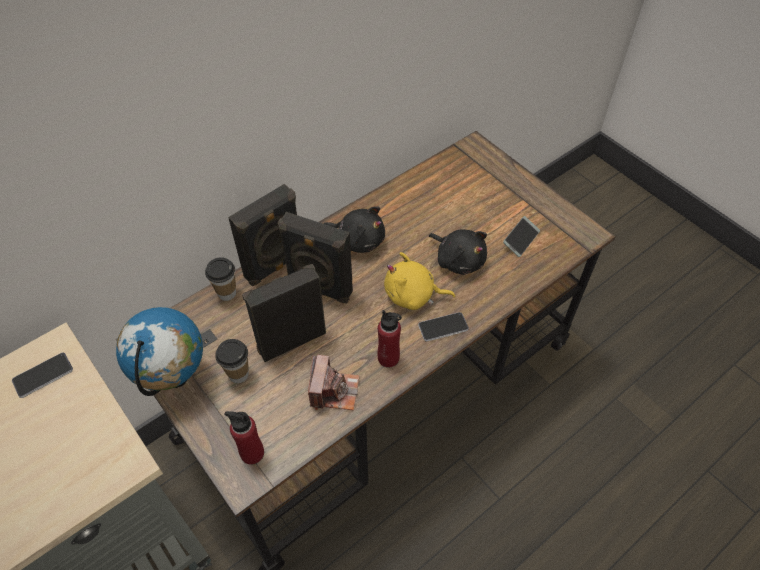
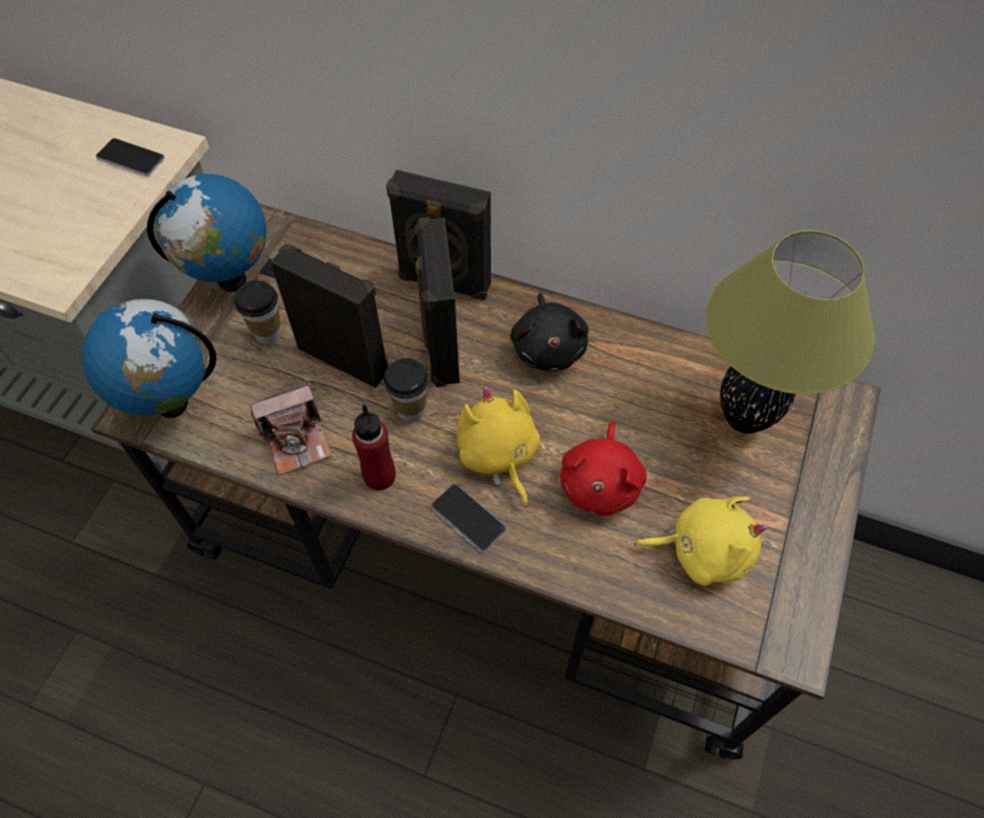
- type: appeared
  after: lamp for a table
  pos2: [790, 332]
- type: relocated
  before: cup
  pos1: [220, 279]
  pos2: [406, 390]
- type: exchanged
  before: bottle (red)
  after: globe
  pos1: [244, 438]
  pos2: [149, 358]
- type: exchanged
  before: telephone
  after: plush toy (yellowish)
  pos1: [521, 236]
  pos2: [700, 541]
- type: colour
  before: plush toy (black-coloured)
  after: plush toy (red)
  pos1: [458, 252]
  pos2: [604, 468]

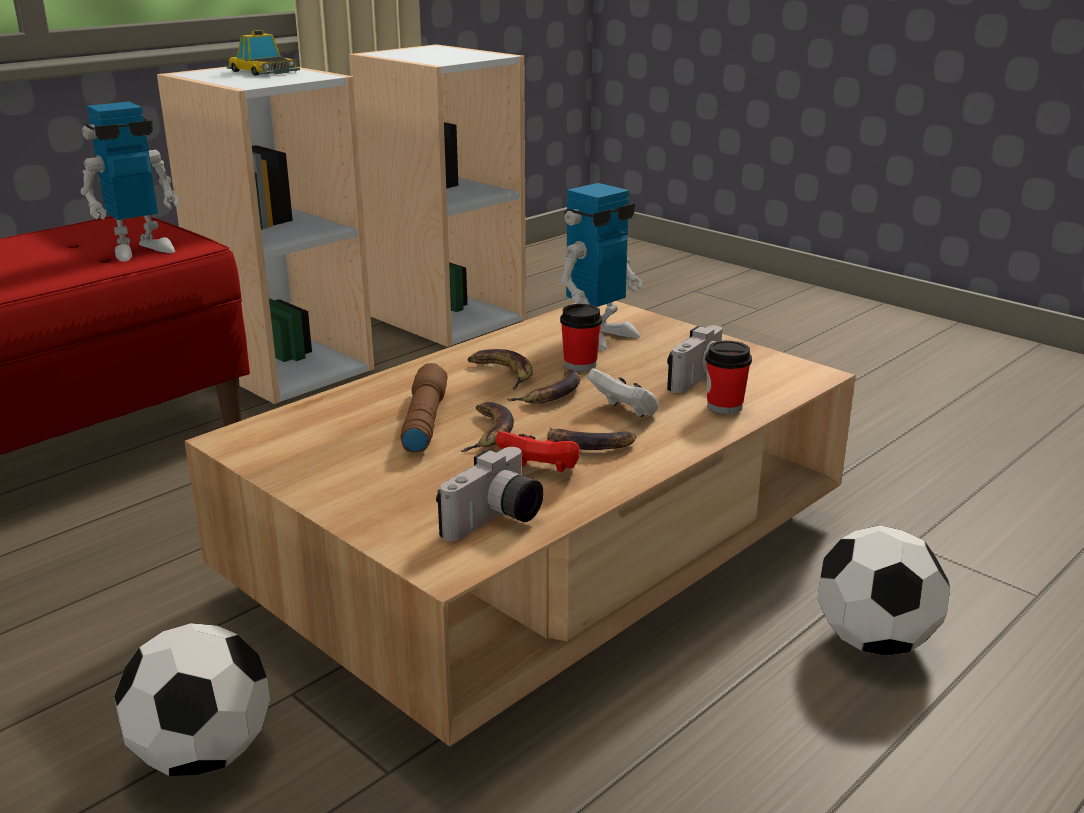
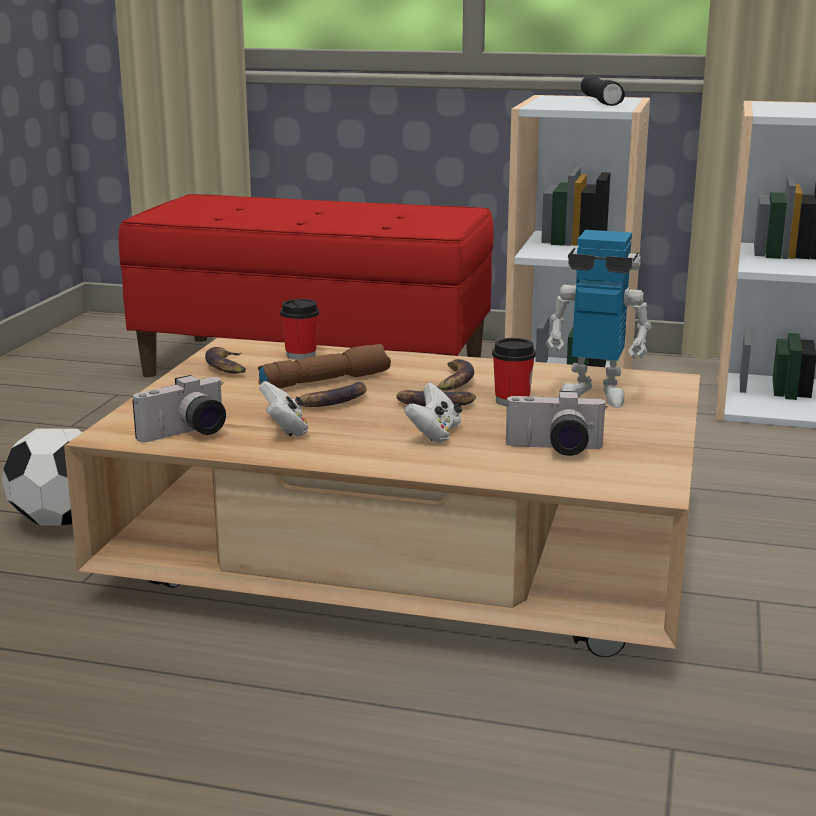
- type: missing
  before: model robot
  pos1: [130, 181]
- type: missing
  before: football ball
  pos1: [884, 590]
- type: relocated
  before: banana fruit
  pos1: [591, 439]
  pos2: [225, 360]
- type: relocated
  before: cup
  pos1: [728, 377]
  pos2: [299, 329]
- type: exchanged
  before: model car
  after: torch (black-coloured)
  pos1: [263, 53]
  pos2: [603, 91]
- type: colour
  before: joypad (red)
  after: joypad (whitish)
  pos1: [538, 451]
  pos2: [283, 408]
- type: spun
  before: still camera
  pos1: [490, 494]
  pos2: [179, 408]
  turn: -45

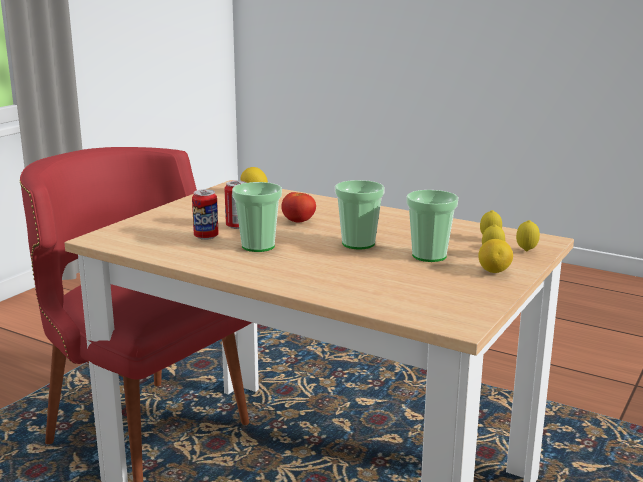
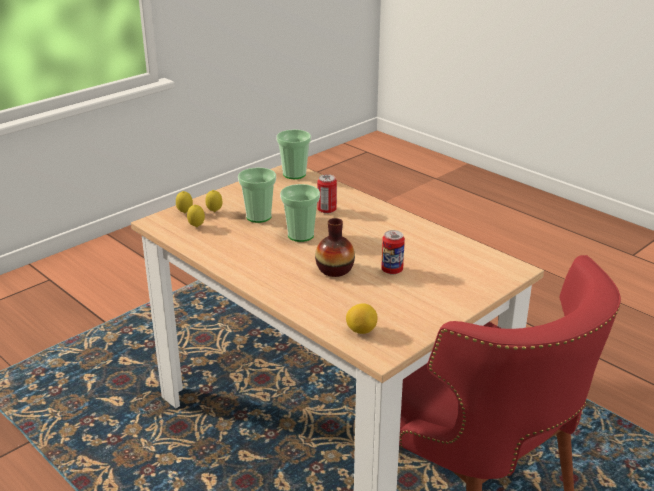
- type: missing
  before: citrus fruit
  pos1: [495, 256]
- type: relocated
  before: sealed can
  pos1: [205, 214]
  pos2: [327, 194]
- type: relocated
  before: cup
  pos1: [257, 217]
  pos2: [293, 154]
- type: exchanged
  before: fresh tomato
  after: flower vase
  pos1: [298, 207]
  pos2: [335, 247]

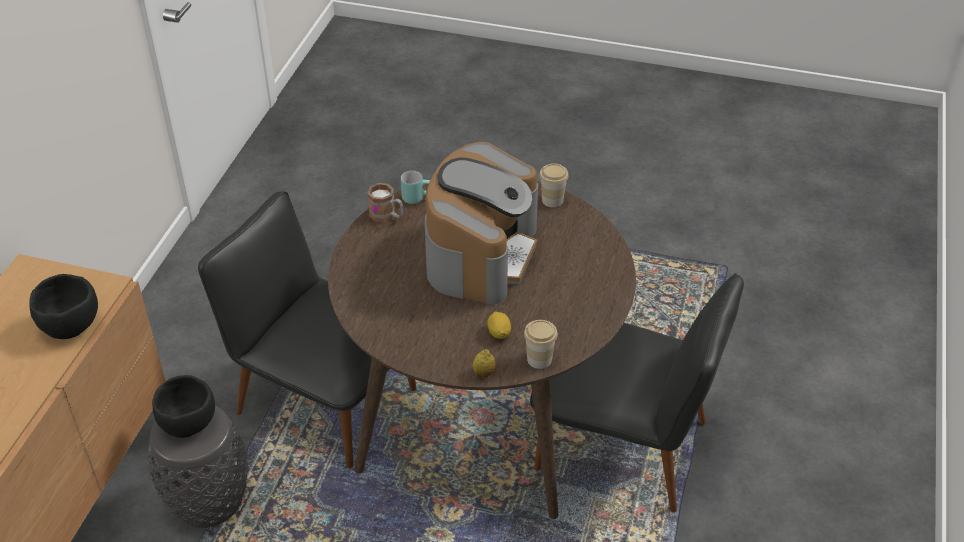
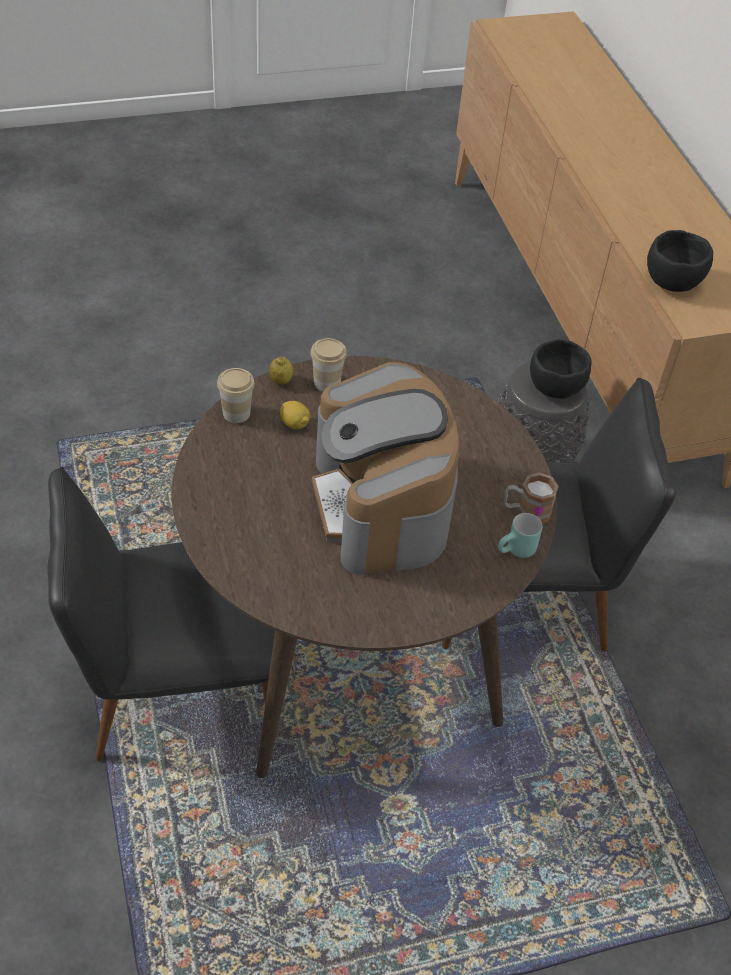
- type: relocated
  before: cup
  pos1: [554, 185]
  pos2: [328, 364]

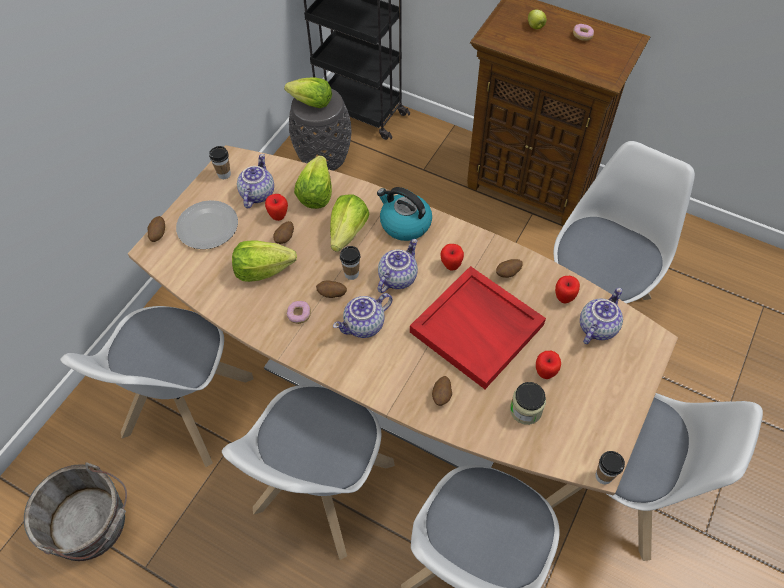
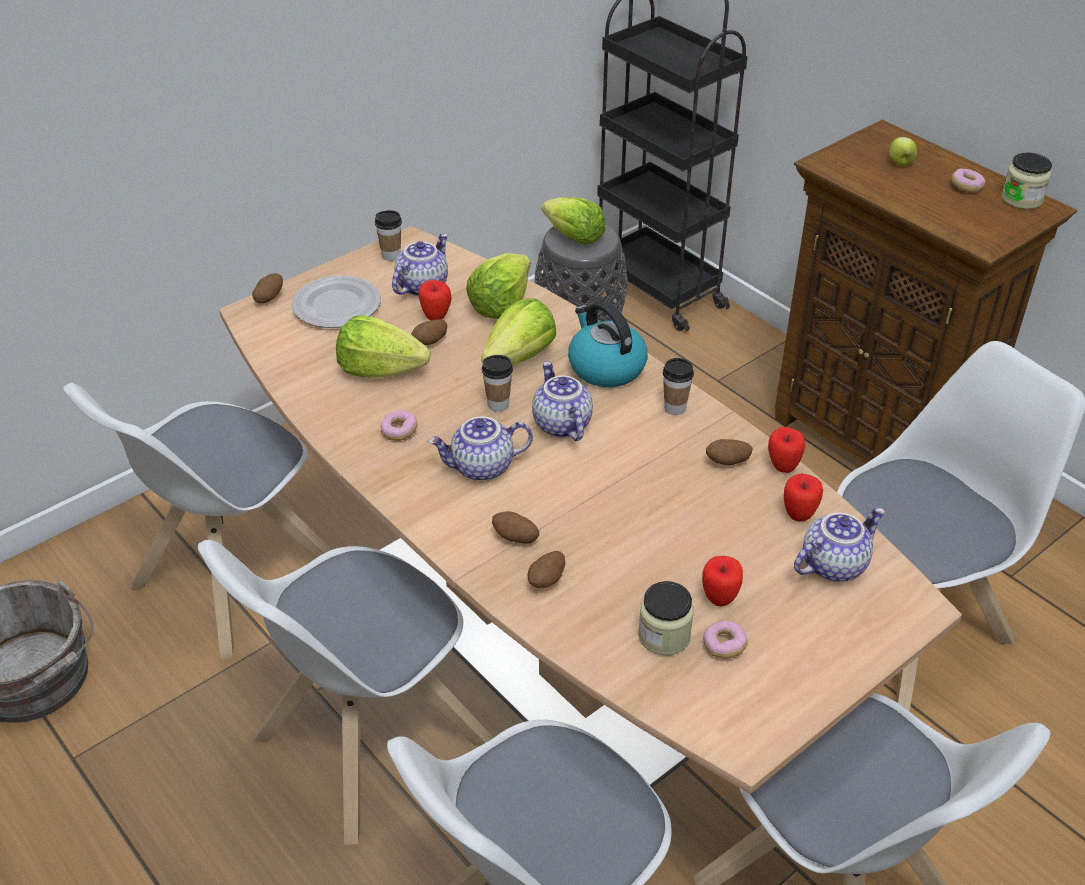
- type: missing
  before: carrying tray (red)
  pos1: [478, 327]
- type: appeared
  after: ring doughnut
  pos2: [725, 640]
- type: appeared
  after: preserve jar
  pos2: [1027, 181]
- type: relocated
  before: spud
  pos1: [331, 289]
  pos2: [515, 527]
- type: relocated
  before: apple fruit
  pos1: [452, 257]
  pos2: [786, 450]
- type: relocated
  before: cup
  pos1: [610, 467]
  pos2: [678, 386]
- type: spun
  before: teapot
  pos1: [398, 266]
  pos2: [562, 401]
  turn: -75

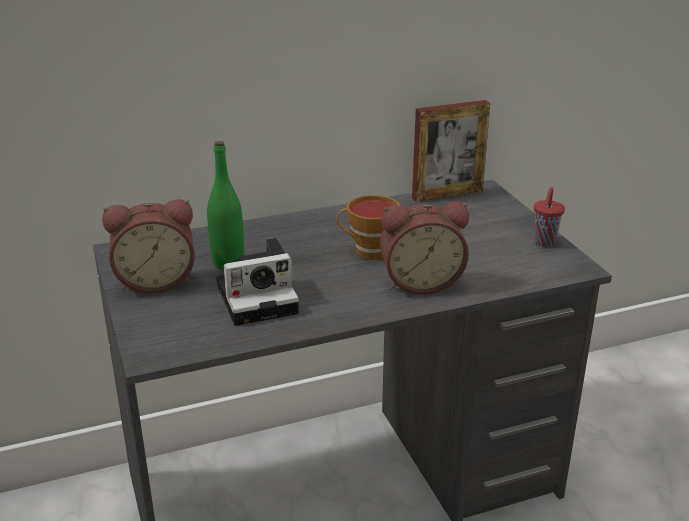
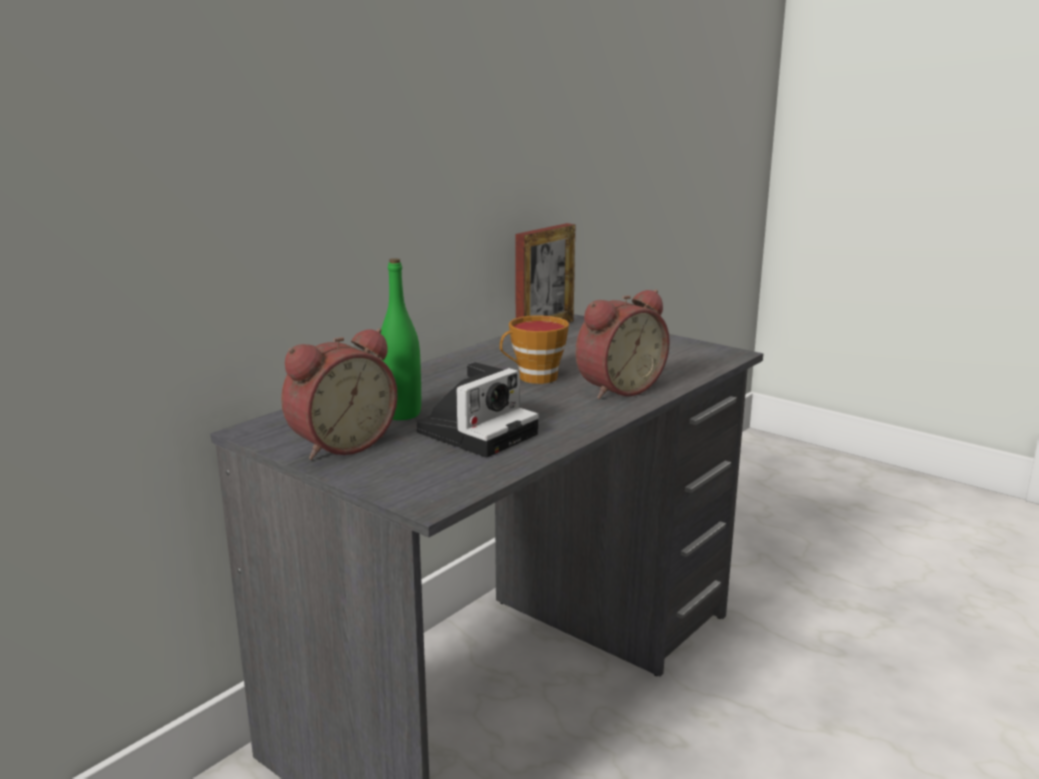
- type: missing
  before: cup (red)
  pos1: [549, 217]

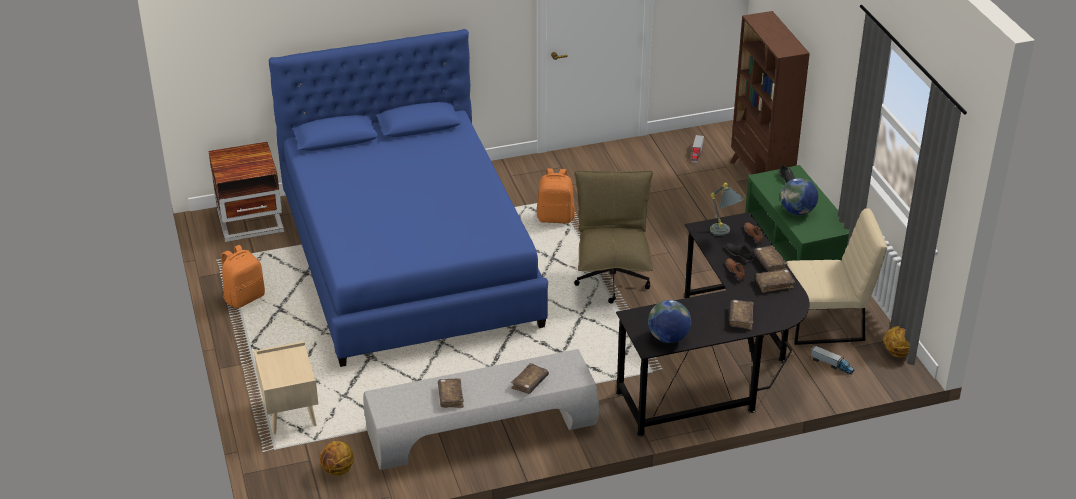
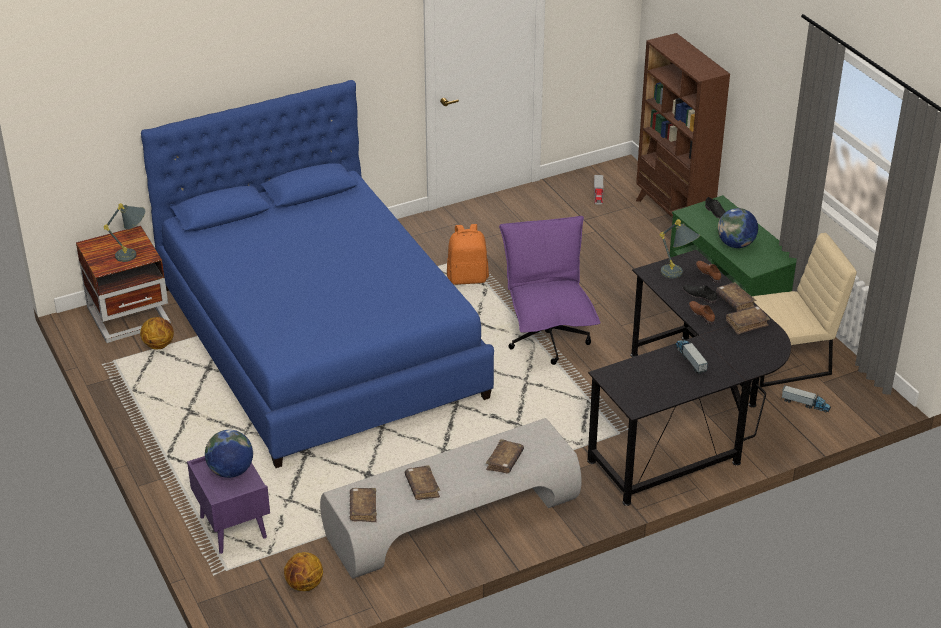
- type: missing
  before: knapsack (orangey)
  pos1: [243, 276]
- type: appeared
  after: lamp for a table (greyish)
  pos2: [124, 232]
- type: appeared
  after: toy truck
  pos2: [691, 357]
- type: relocated
  before: globe
  pos1: [669, 321]
  pos2: [229, 454]
- type: relocated
  before: book (brownish)
  pos1: [741, 315]
  pos2: [363, 505]
- type: relocated
  before: basketball ball
  pos1: [897, 341]
  pos2: [157, 333]
- type: colour
  before: night table (sand-coloured)
  after: night table (purple)
  pos1: [286, 388]
  pos2: [228, 505]
- type: colour
  before: desk chair (sand-coloured)
  after: desk chair (purple)
  pos1: [613, 237]
  pos2: [549, 290]

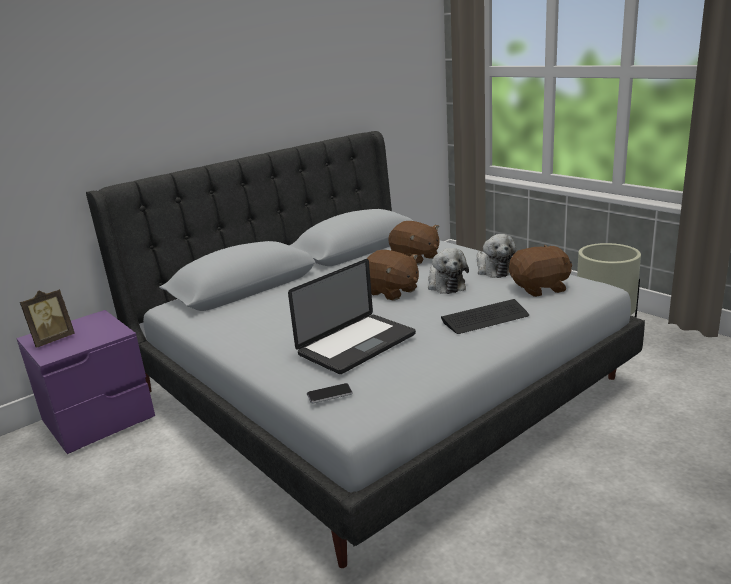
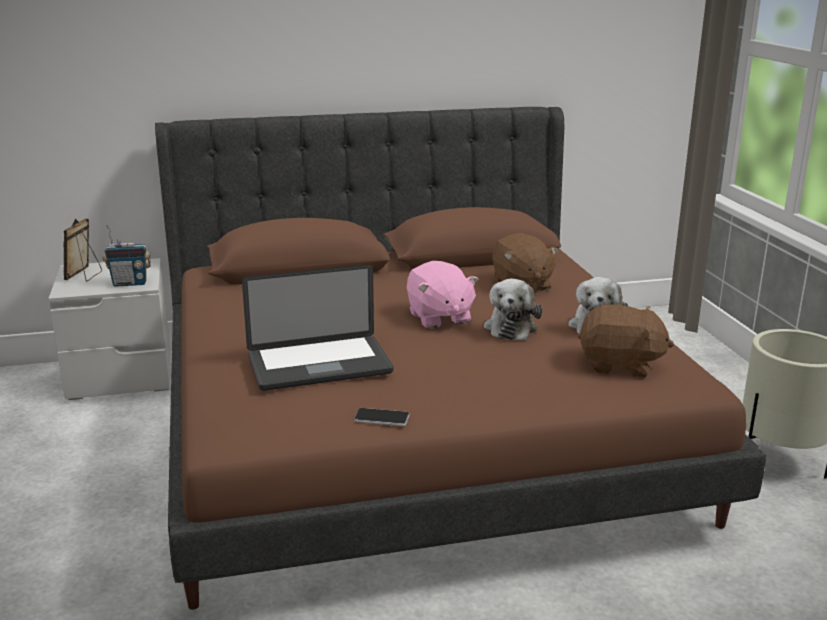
- type: missing
  before: PC keyboard
  pos1: [485, 316]
- type: appeared
  after: radio receiver
  pos2: [126, 256]
- type: relocated
  before: telephone
  pos1: [330, 393]
  pos2: [381, 417]
- type: colour
  before: night table (purple)
  after: night table (whitish)
  pos1: [85, 382]
  pos2: [109, 329]
- type: colour
  before: bed (greyish)
  after: bed (brownish)
  pos1: [365, 349]
  pos2: [460, 358]
- type: colour
  before: plush toy (brownish)
  after: plush toy (pink)
  pos1: [393, 275]
  pos2: [443, 295]
- type: spun
  before: picture frame
  pos1: [47, 318]
  pos2: [83, 250]
  turn: 120

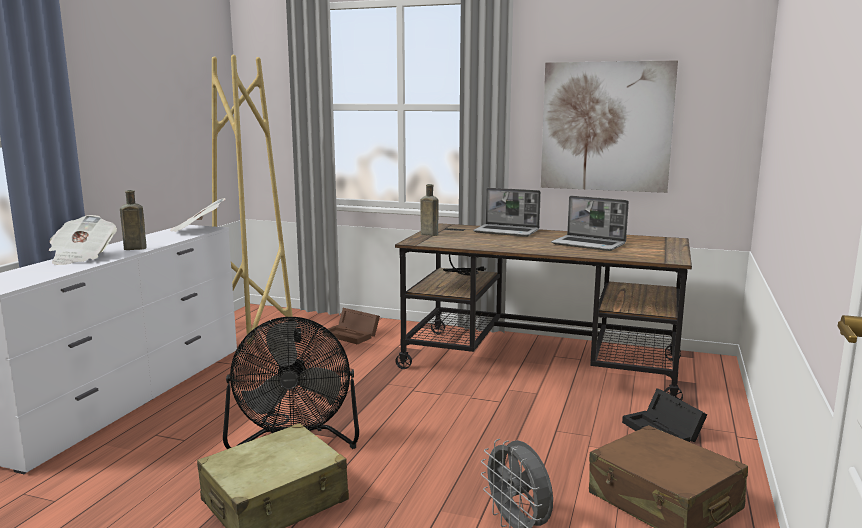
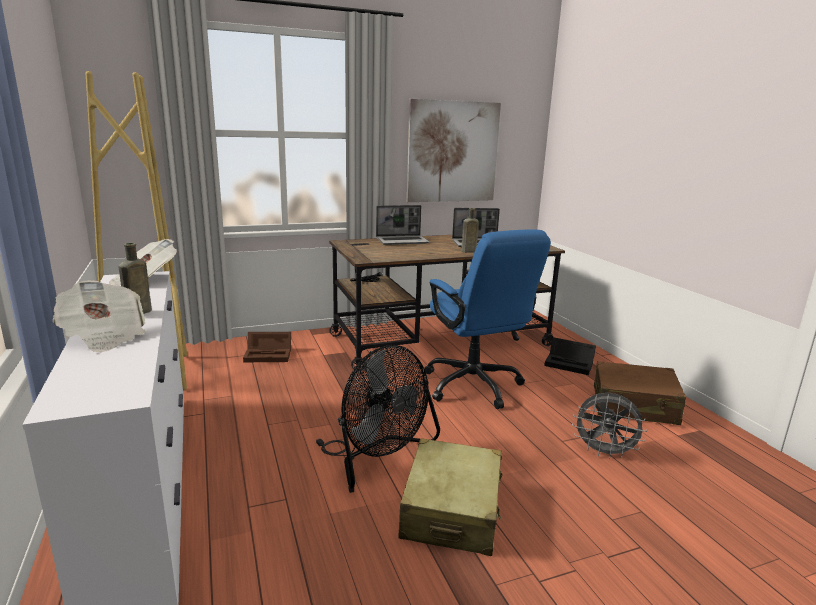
- type: appeared
  after: desk chair (bluish)
  pos2: [487, 319]
- type: relocated
  before: bottle (brownish)
  pos1: [429, 210]
  pos2: [470, 230]

